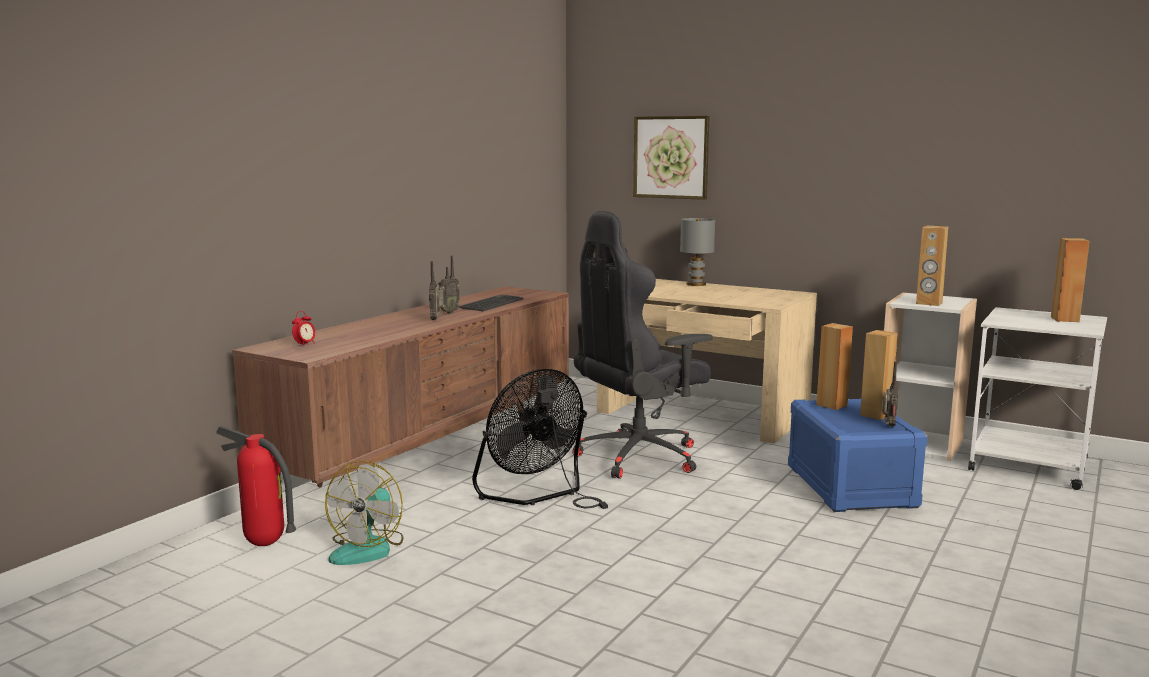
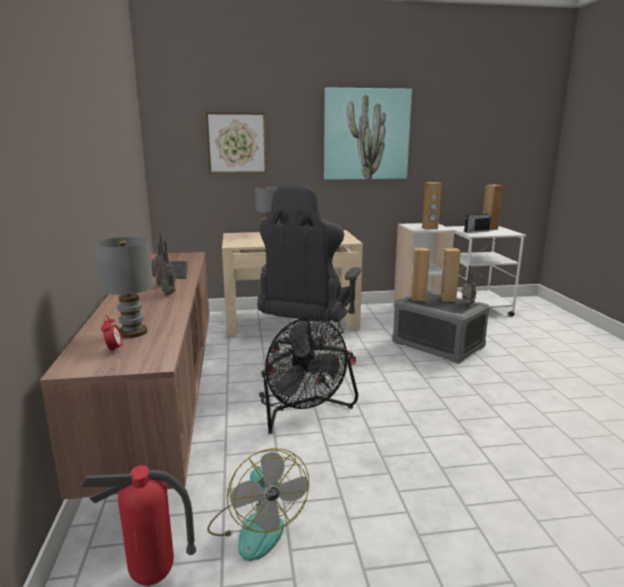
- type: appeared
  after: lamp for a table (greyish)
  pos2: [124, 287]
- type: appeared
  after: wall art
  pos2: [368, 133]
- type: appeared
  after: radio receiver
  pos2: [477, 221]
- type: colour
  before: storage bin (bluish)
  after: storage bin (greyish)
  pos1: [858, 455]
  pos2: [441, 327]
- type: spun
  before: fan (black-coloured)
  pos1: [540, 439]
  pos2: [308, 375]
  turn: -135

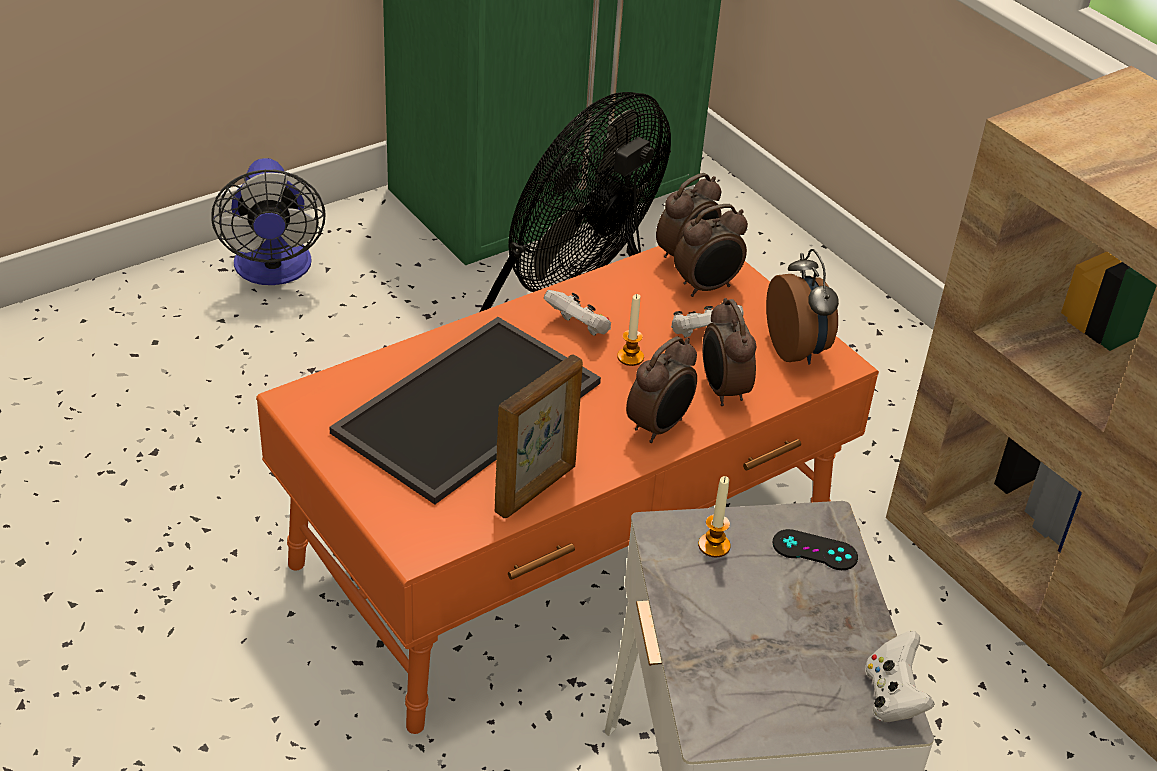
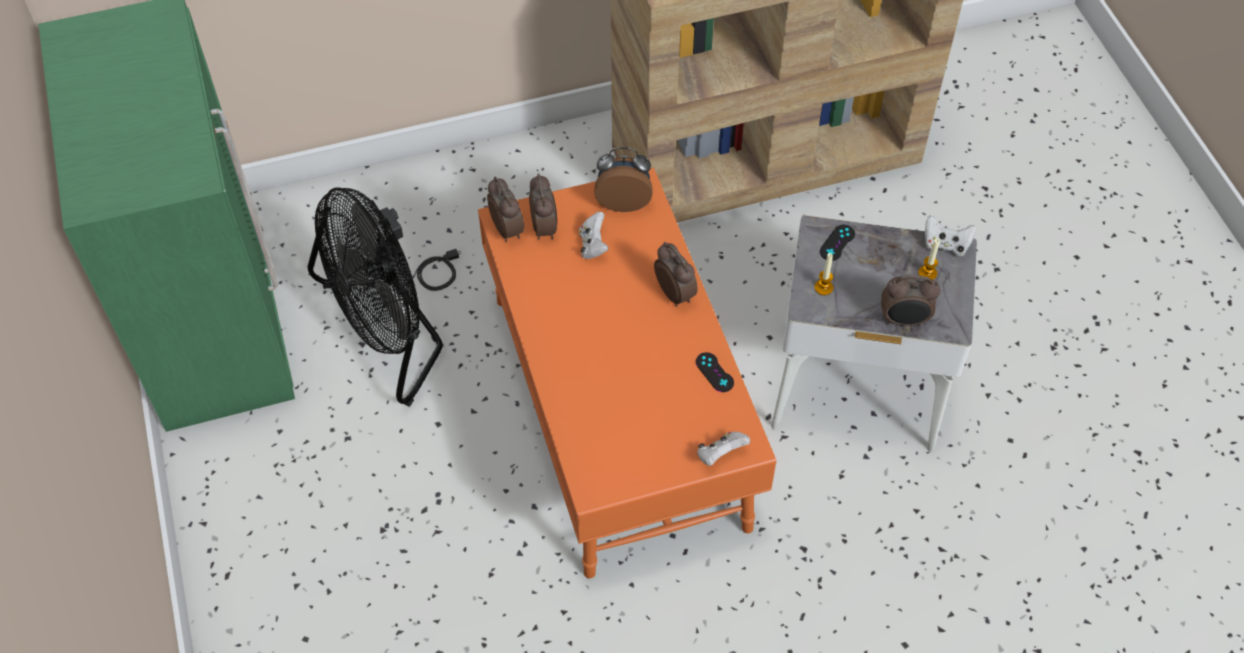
- type: missing
  before: fan
  pos1: [268, 221]
- type: missing
  before: carrying tray
  pos1: [465, 411]
- type: relocated
  before: joypad (whitish)
  pos1: [577, 313]
  pos2: [723, 449]
- type: relocated
  before: wax candle
  pos1: [630, 330]
  pos2: [929, 259]
- type: relocated
  before: bedside clock
  pos1: [729, 352]
  pos2: [910, 301]
- type: exchanged
  before: picture frame
  after: joypad (black-coloured)
  pos1: [538, 436]
  pos2: [715, 372]

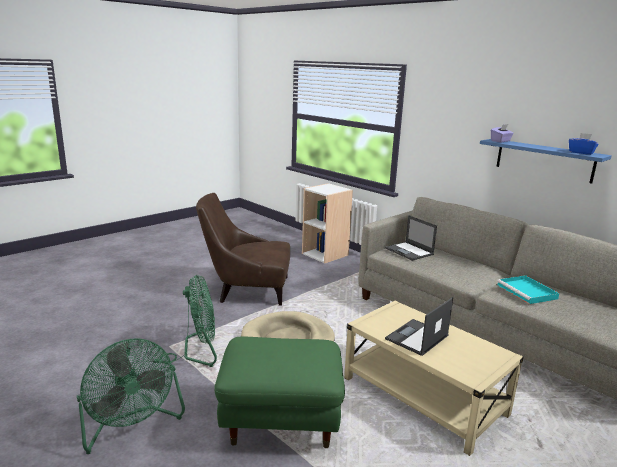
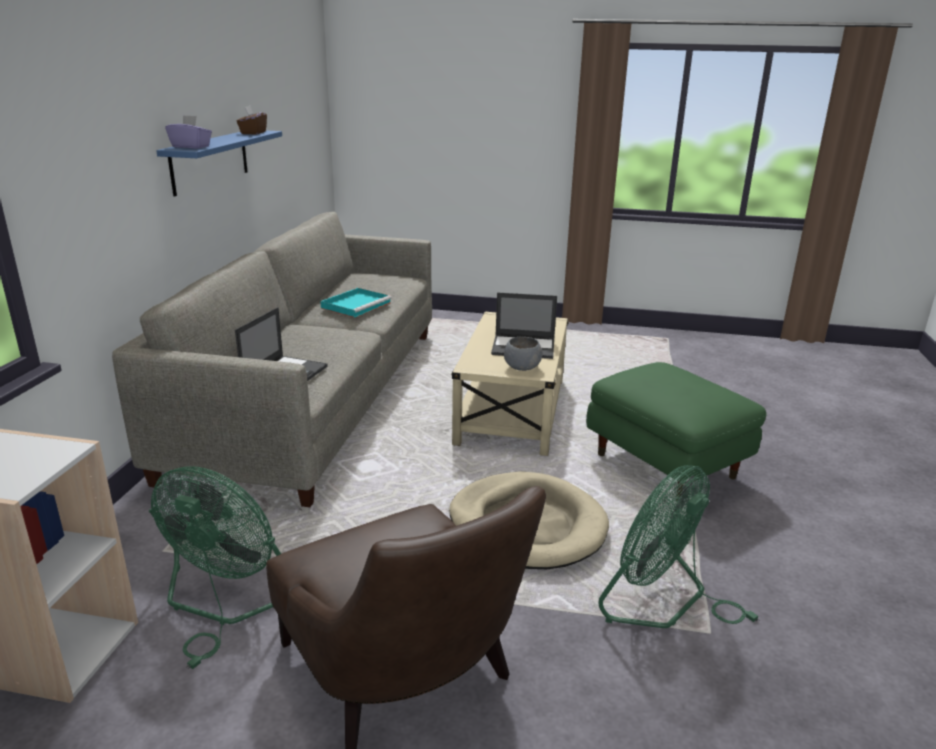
- type: appeared
  after: deep dish (greyish)
  pos2: [523, 354]
- type: relocated
  before: fan (greenish)
  pos1: [131, 396]
  pos2: [215, 567]
- type: colour
  before: box of tissues (bluish)
  after: box of tissues (brownish)
  pos1: [583, 144]
  pos2: [252, 120]

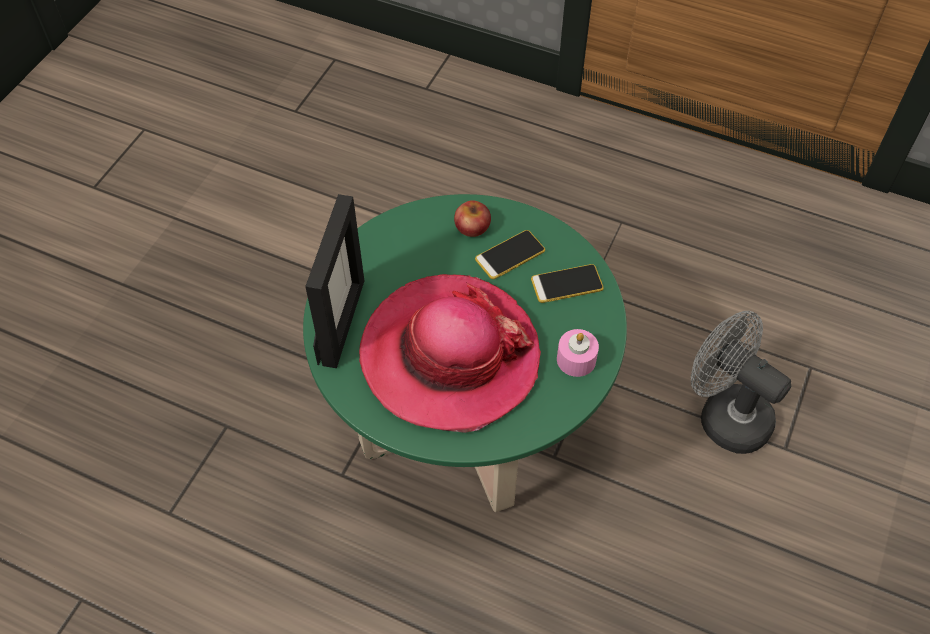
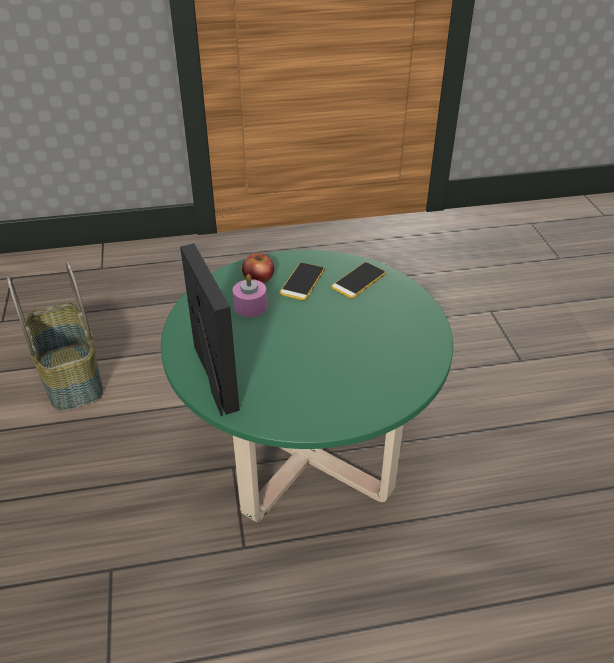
- type: missing
  before: clothing hat
  pos1: [450, 353]
- type: missing
  before: fan (greyish)
  pos1: [741, 382]
- type: appeared
  after: household basket
  pos2: [55, 336]
- type: relocated
  before: wax candle (pink)
  pos1: [578, 353]
  pos2: [250, 295]

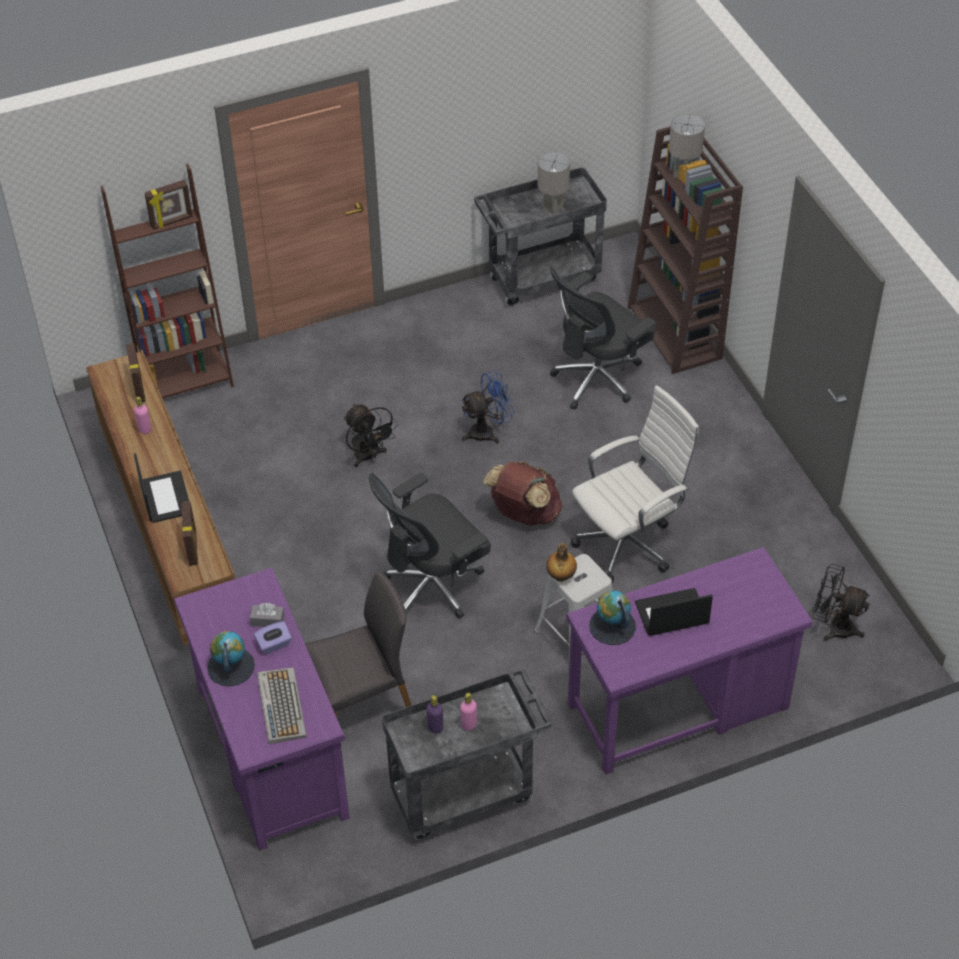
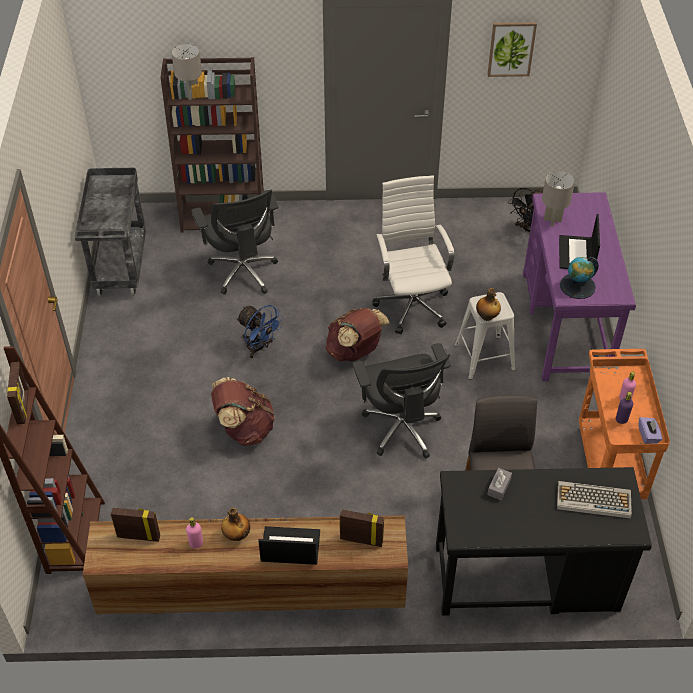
- type: missing
  before: globe
  pos1: [231, 658]
- type: appeared
  after: bottle
  pos2: [235, 524]
- type: appeared
  after: wall art
  pos2: [512, 49]
- type: relocated
  before: box of tissues (purple)
  pos1: [273, 637]
  pos2: [650, 430]
- type: relocated
  before: lamp for a table (greyish)
  pos1: [554, 183]
  pos2: [558, 198]
- type: exchanged
  before: fan (black-coloured)
  after: knapsack (brownish)
  pos1: [371, 435]
  pos2: [243, 411]
- type: colour
  before: desk (purple)
  after: desk (black-coloured)
  pos1: [262, 709]
  pos2: [544, 541]
- type: colour
  before: trolley (greyish)
  after: trolley (orangey)
  pos1: [467, 754]
  pos2: [624, 424]
- type: spun
  before: fan (bluish)
  pos1: [488, 407]
  pos2: [260, 331]
  turn: 135

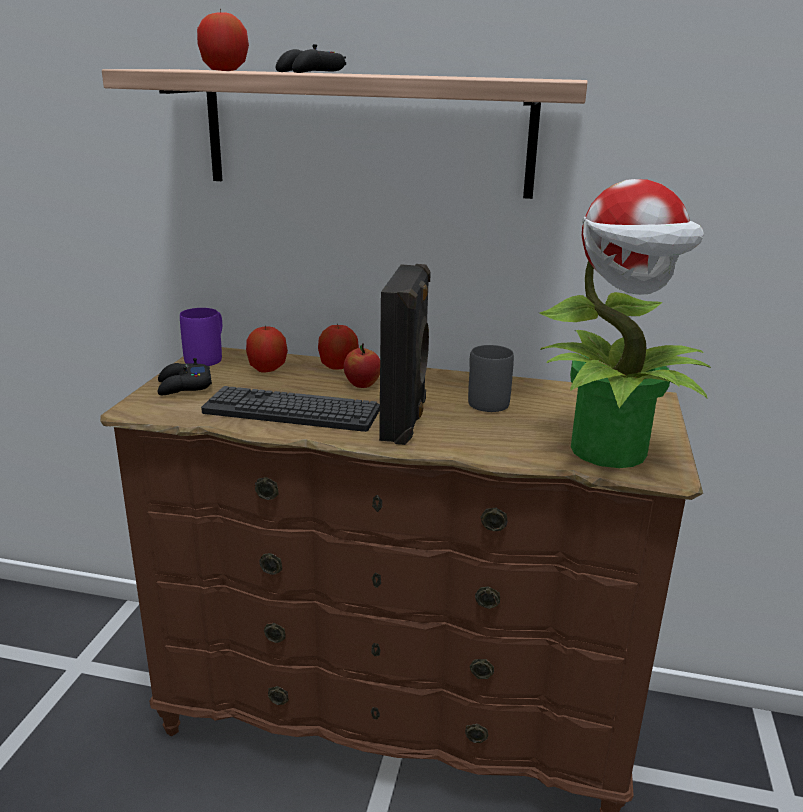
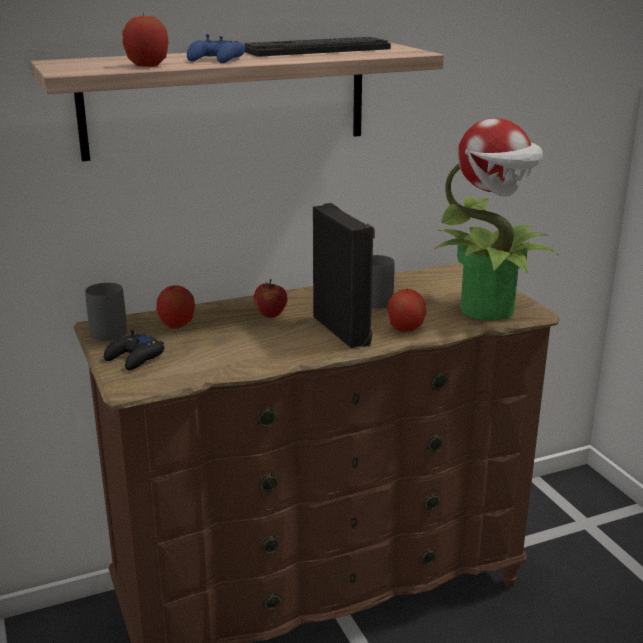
- type: relocated
  before: PC keyboard
  pos1: [290, 409]
  pos2: [317, 47]
- type: relocated
  before: apple fruit
  pos1: [338, 347]
  pos2: [406, 310]
- type: colour
  before: mug (purple)
  after: mug (greyish)
  pos1: [201, 337]
  pos2: [106, 312]
- type: colour
  before: joypad (black-coloured)
  after: joypad (bluish)
  pos1: [311, 58]
  pos2: [216, 48]

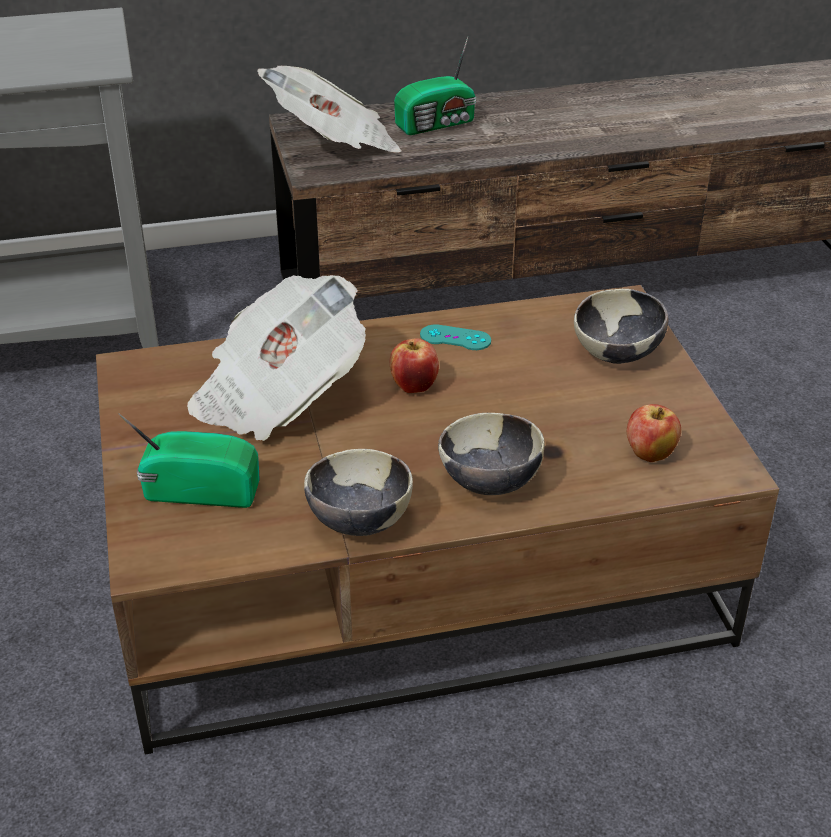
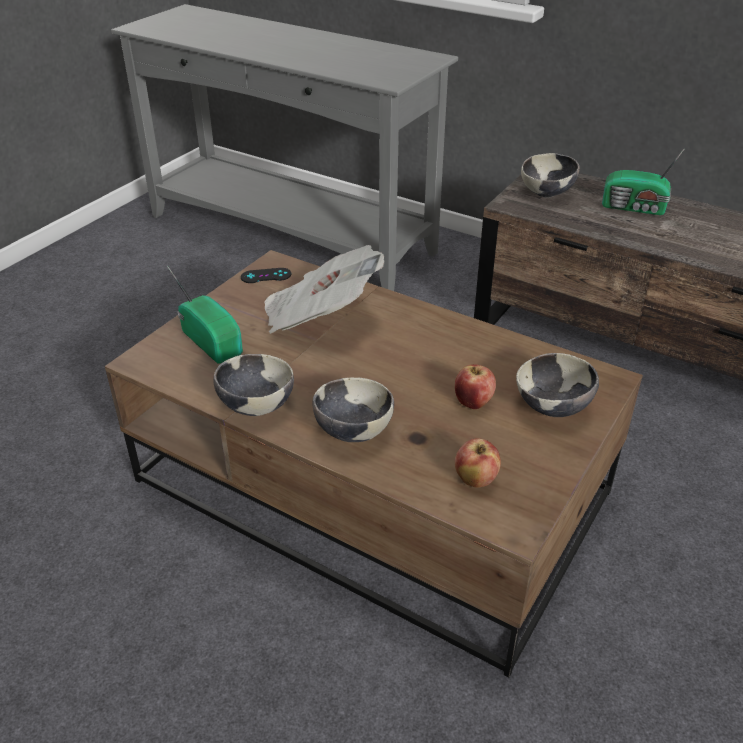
- type: missing
  before: joypad (turquoise)
  pos1: [455, 337]
- type: appeared
  after: joypad (black-coloured)
  pos2: [266, 275]
- type: relocated
  before: apple fruit
  pos1: [414, 365]
  pos2: [475, 386]
- type: exchanged
  before: daily paper
  after: deep dish
  pos1: [330, 109]
  pos2: [550, 175]

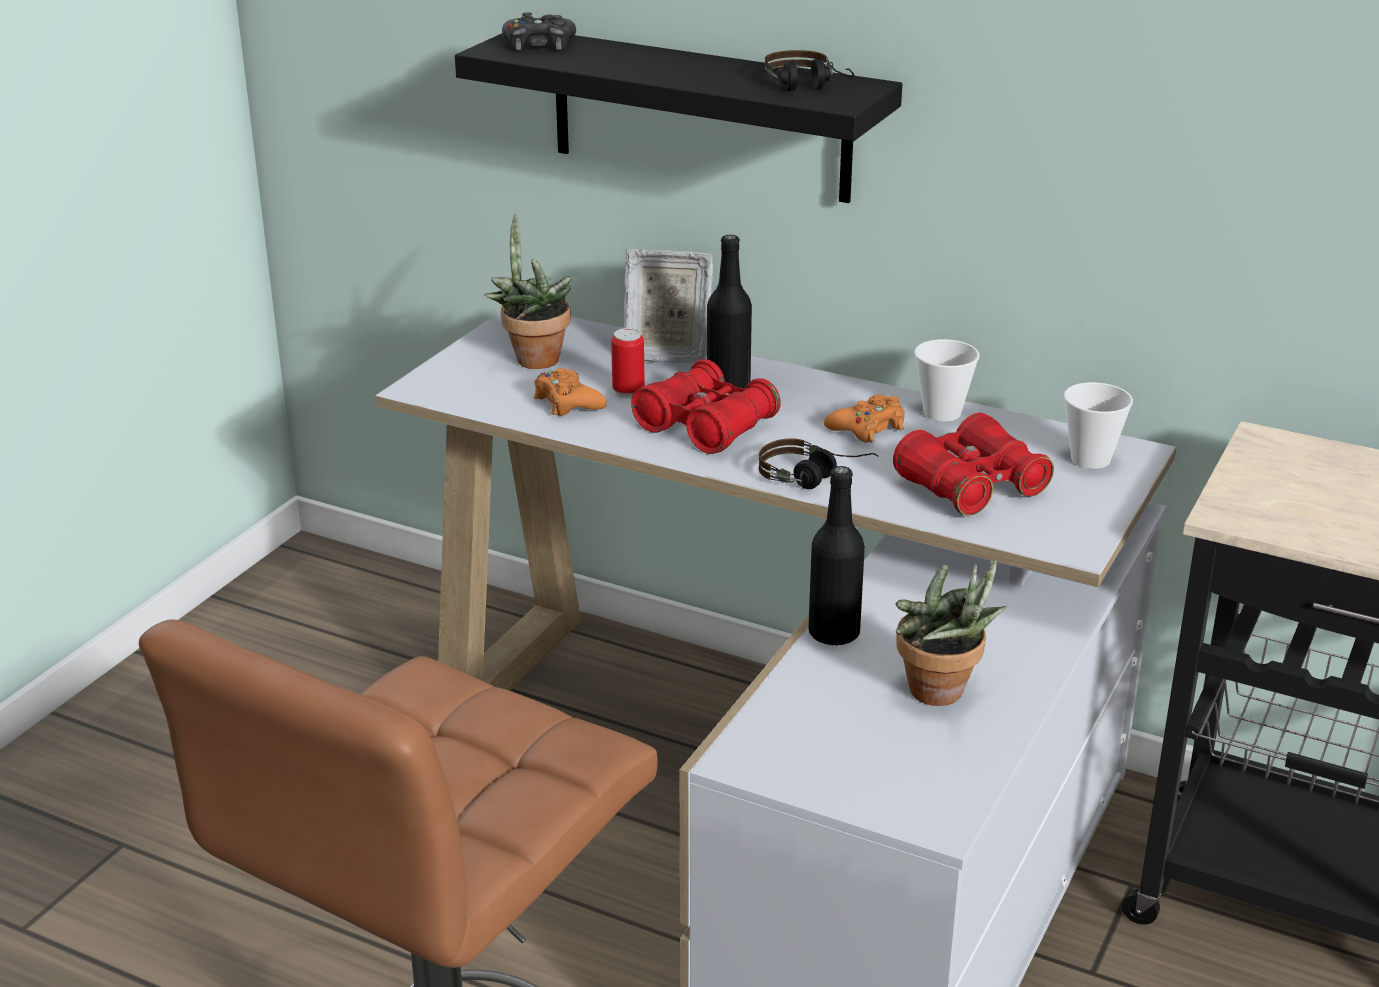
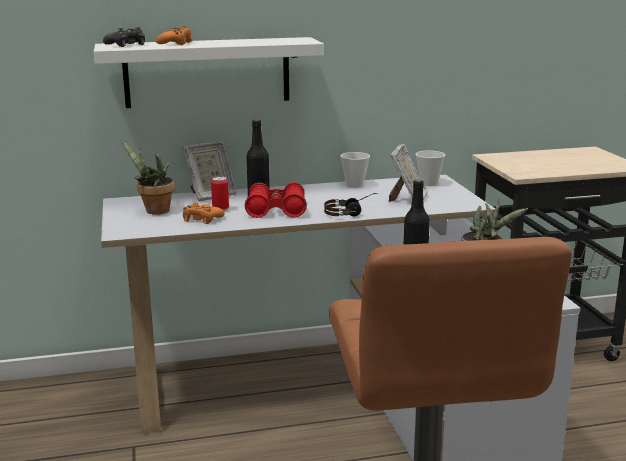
- type: missing
  before: headset
  pos1: [809, 70]
- type: relocated
  before: joypad (orangey)
  pos1: [864, 419]
  pos2: [174, 35]
- type: exchanged
  before: binoculars (red)
  after: picture frame
  pos1: [973, 464]
  pos2: [408, 173]
- type: colour
  before: bracket shelf (black-coloured)
  after: bracket shelf (whitish)
  pos1: [678, 118]
  pos2: [209, 72]

